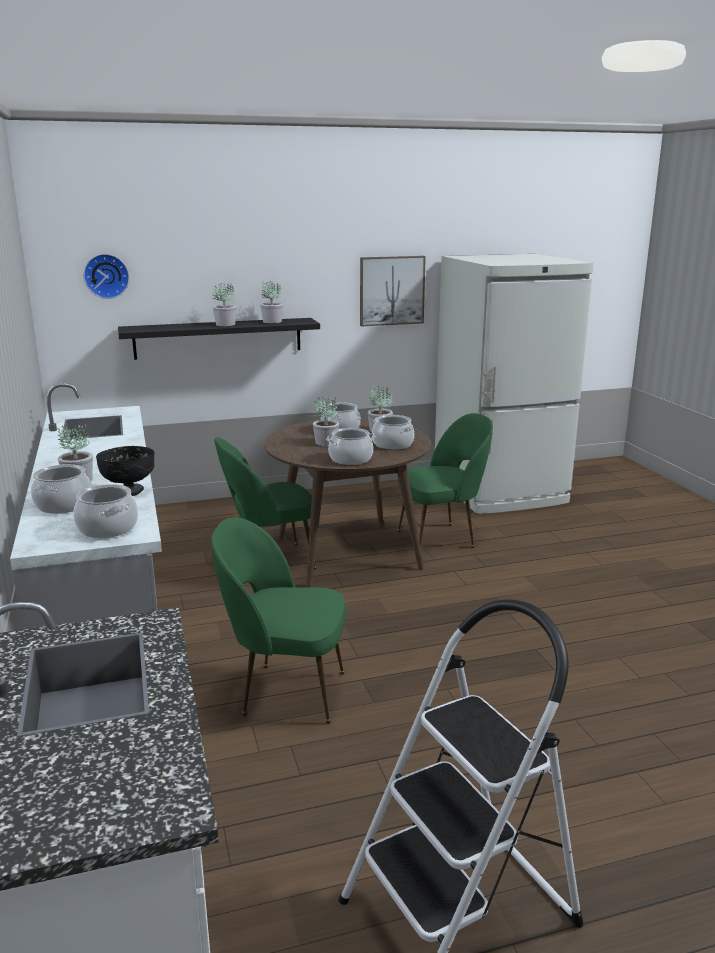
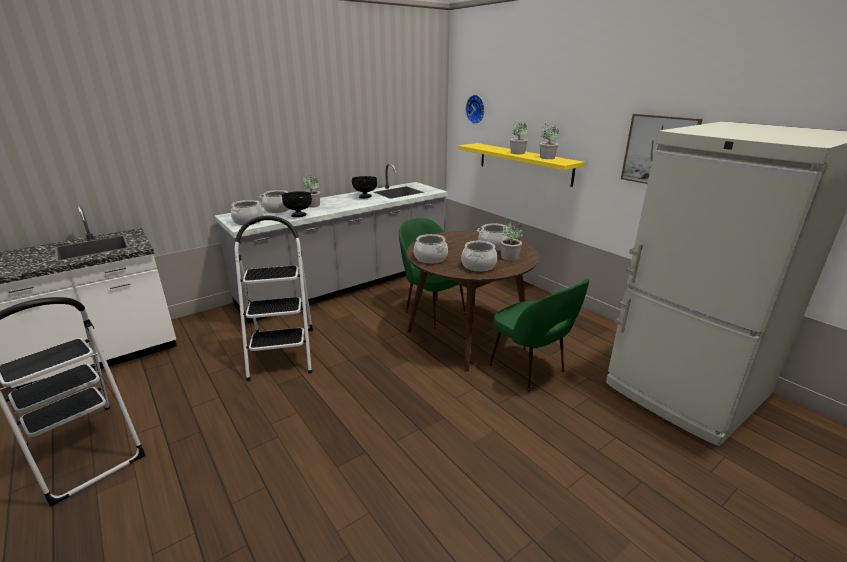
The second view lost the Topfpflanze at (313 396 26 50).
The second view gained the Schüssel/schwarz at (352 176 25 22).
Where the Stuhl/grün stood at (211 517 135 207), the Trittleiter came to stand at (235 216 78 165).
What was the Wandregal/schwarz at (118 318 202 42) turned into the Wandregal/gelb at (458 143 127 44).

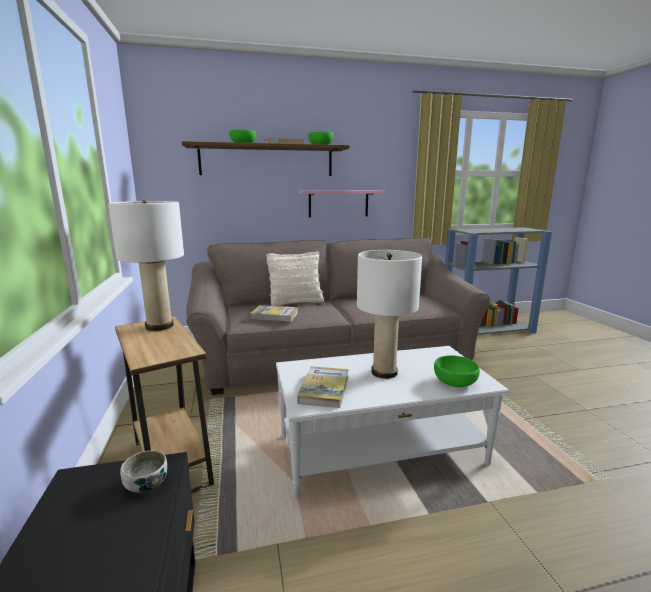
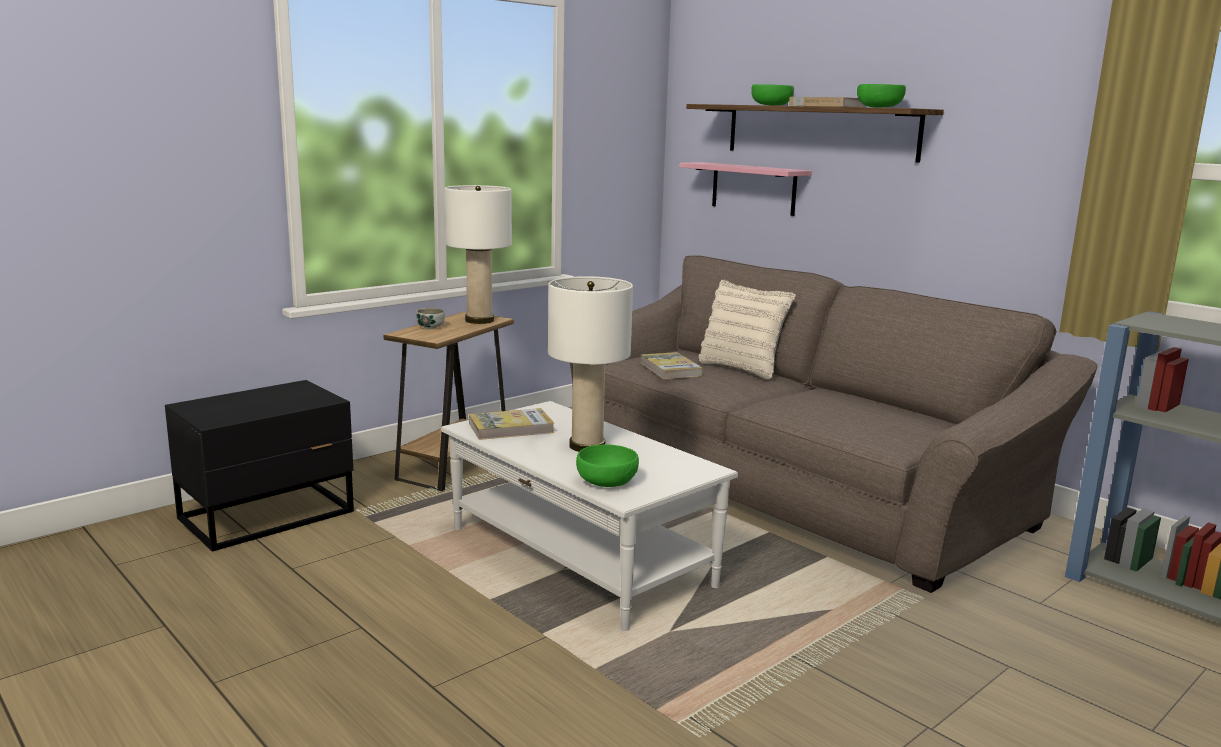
The Schüssel ended up elsewhere, having gone from (120 450 47 42) to (416 308 29 21).
The Wandregal/rosa ended up elsewhere, having gone from (299 191 86 26) to (679 162 133 54).

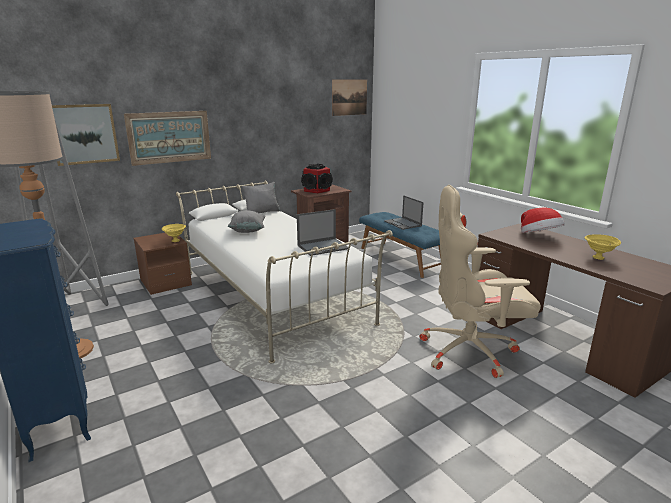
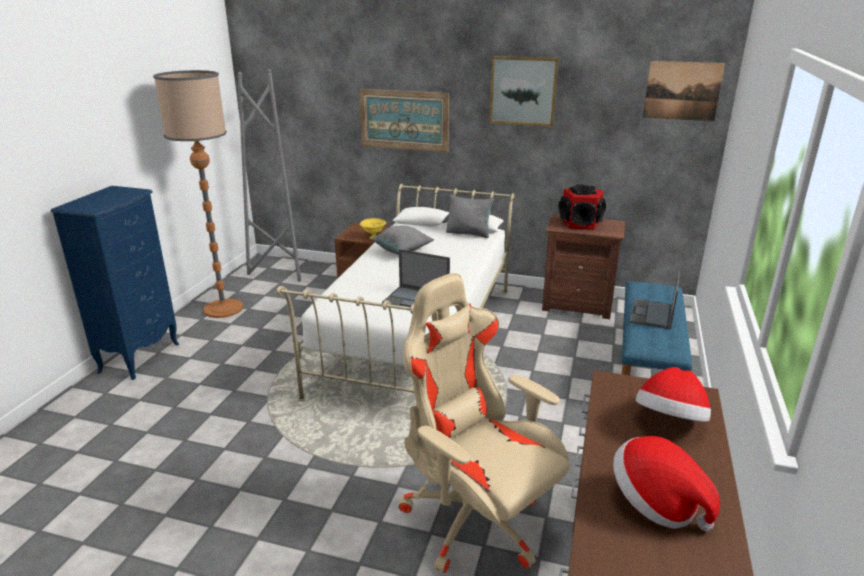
The Bild ended up elsewhere, having gone from (52 104 68 62) to (489 56 70 71).
Where the Schüssel/gelb stood at (585 234 36 26), the Hut came to stand at (613 436 107 95).

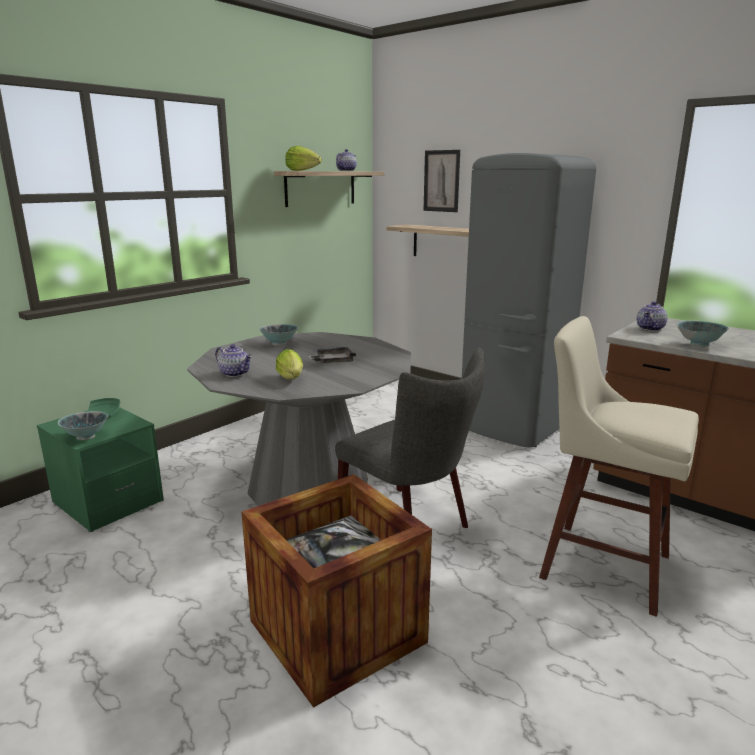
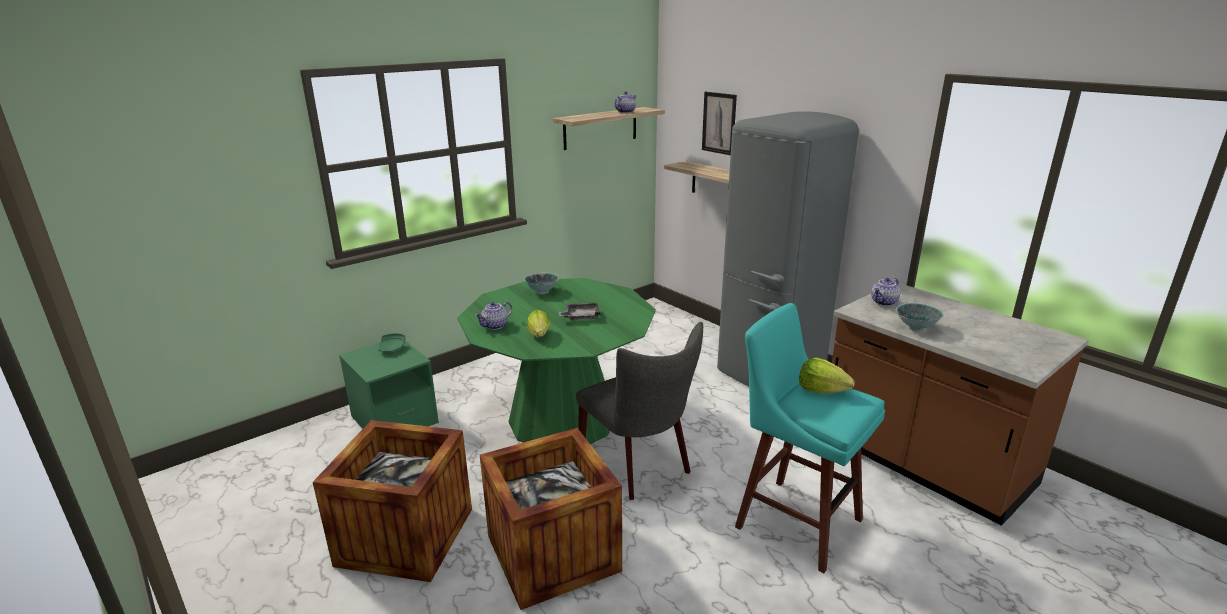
The second view lost the Schüssel at (58 411 50 29).
The second view gained the Kiste at (313 420 159 162).
The Salatkopf ended up elsewhere, having gone from (285 146 37 25) to (799 358 56 36).
What was the Esstisch/grau at (187 332 224 174) turned into the Esstisch/grün at (457 278 199 166).
What was the Hocker/beige at (539 316 160 301) turned into the Hocker/türkis at (735 303 150 270).
The Teekanne at (215 344 37 33) ended up facing another way, 90 degrees clockwise from before.

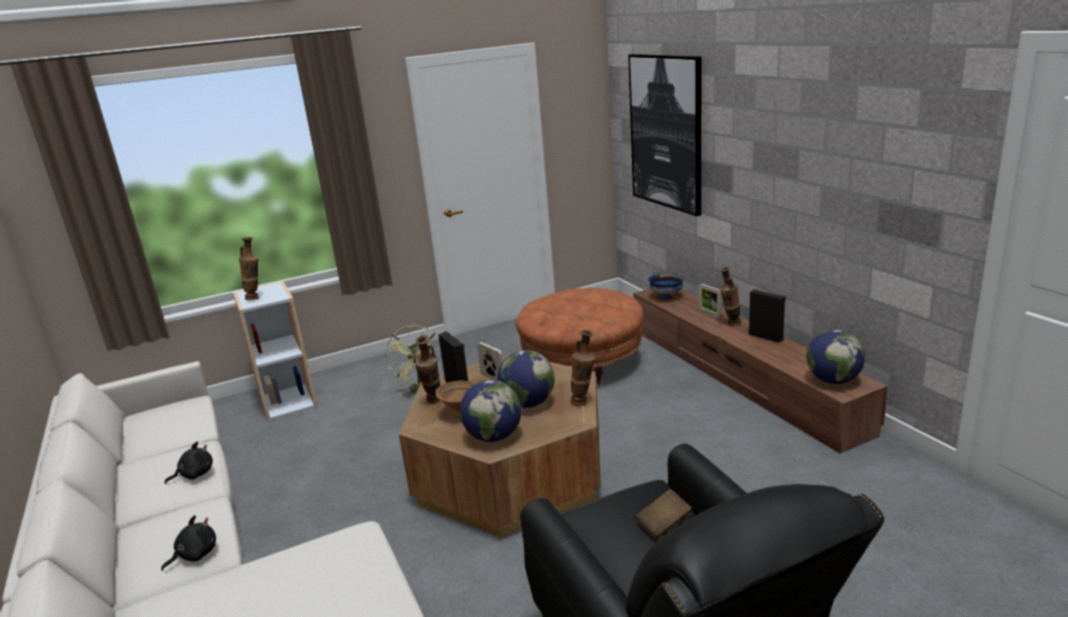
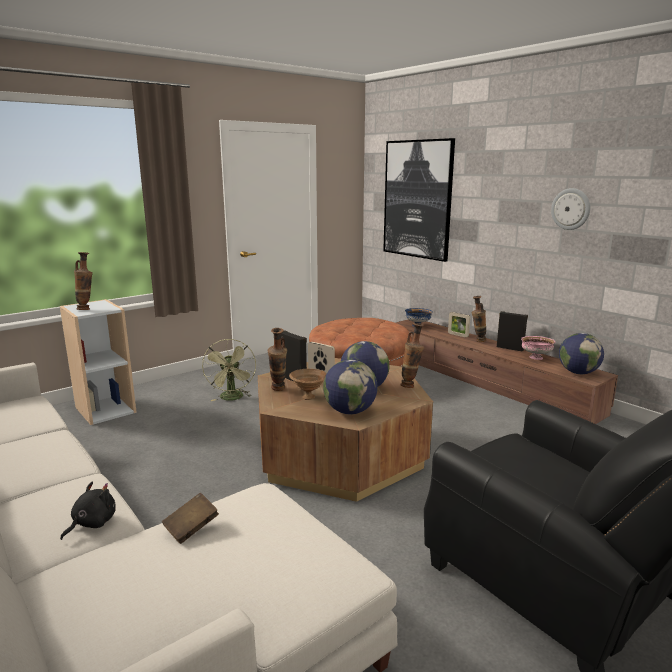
The second view lost the Plüschtier/schwarz at (165 441 48 43).
The second view gained the Schüssel/rosa at (521 336 34 24).
The second view gained the Wanduhr at (551 188 39 42).
The Buch/braun ended up elsewhere, having gone from (635 489 57 51) to (162 493 57 51).

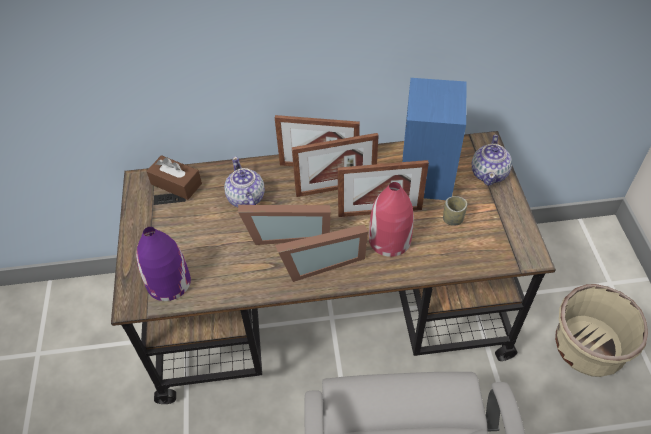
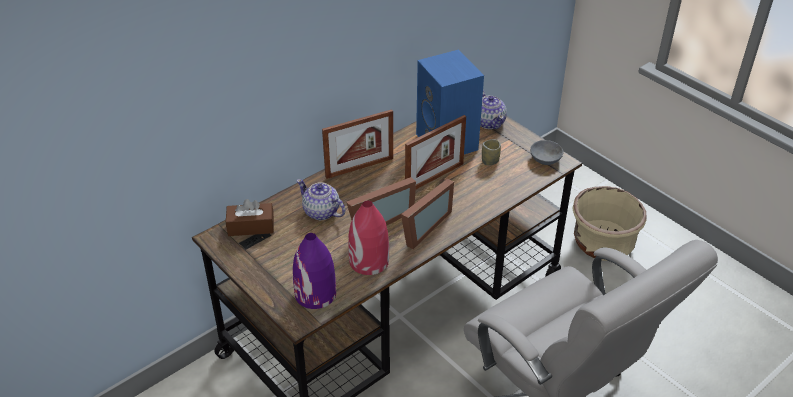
The second view lost the Bilderrahmen at (292 133 87 64).
The second view gained the Schüssel/grau at (530 140 33 25).
The Vase/rot ended up elsewhere, having gone from (369 182 45 75) to (348 201 41 74).

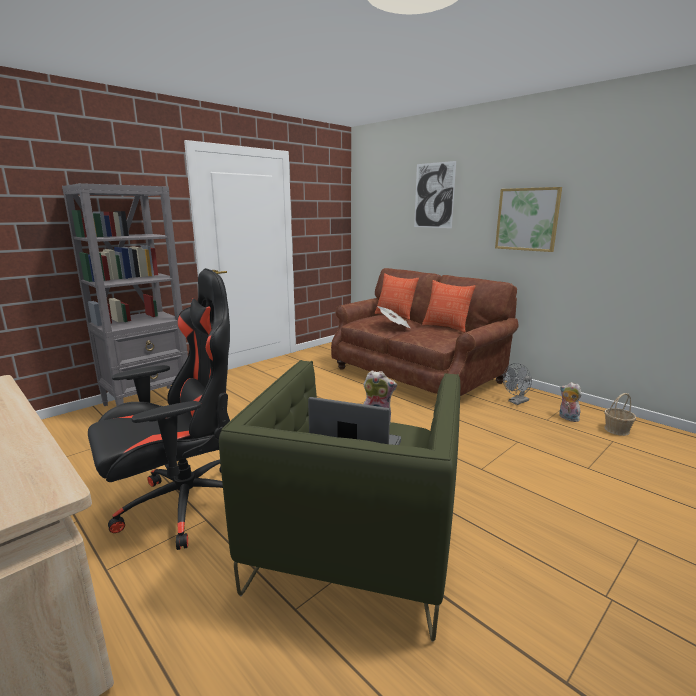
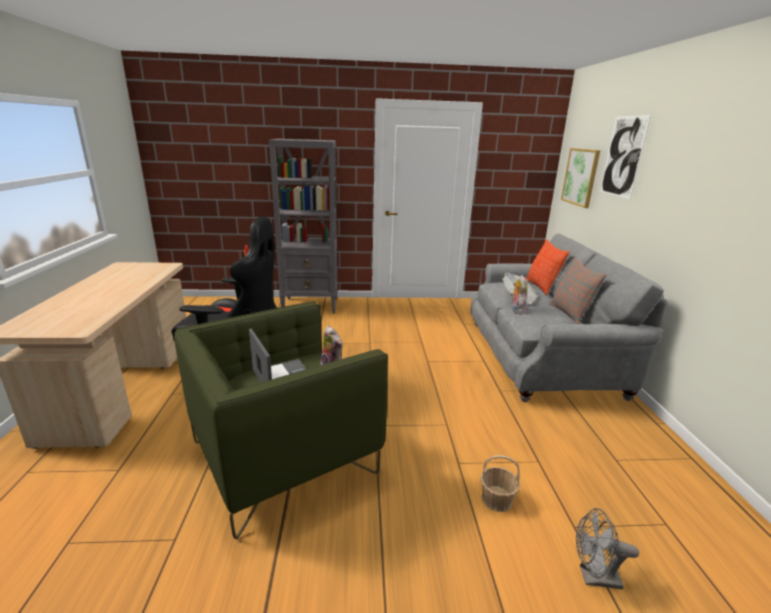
The Bild ended up elsewhere, having gone from (495 187 67 65) to (561 148 39 60).
The Ventilator/grau ended up elsewhere, having gone from (503 363 29 42) to (576 508 63 82).
The Plüschtier ended up elsewhere, having gone from (559 382 23 40) to (511 275 16 40).
The Korb ended up elsewhere, having gone from (605 393 31 43) to (481 455 39 57).
What was the Sofa/braun at (331 268 188 128) turned into the Sofa/grau at (470 233 198 169).
What was the Kissen/orange at (422 280 54 53) turned into the Kissen/grau at (549 258 57 66).

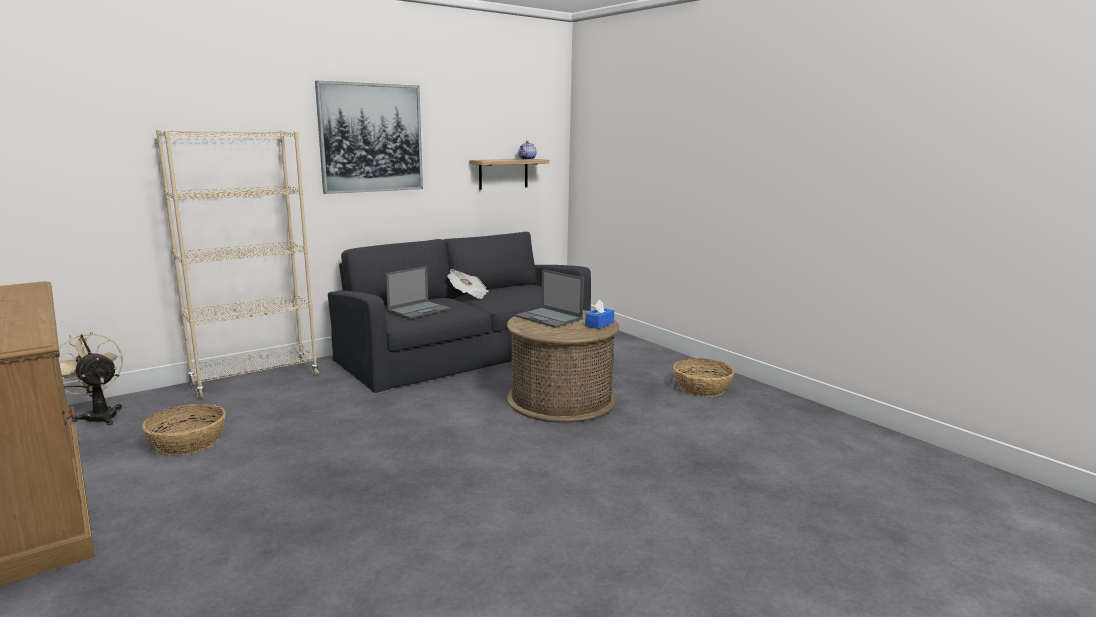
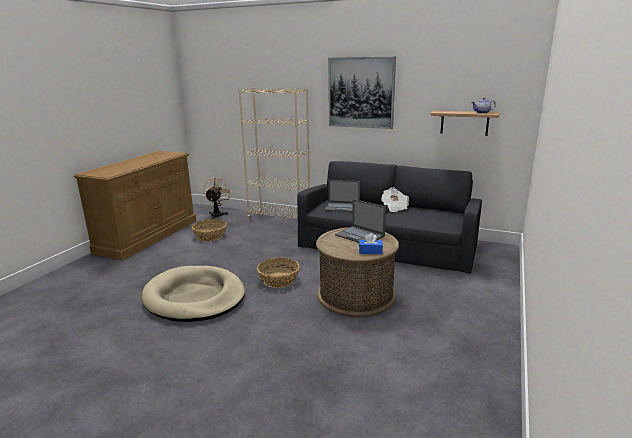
The second view gained the Hundebett/beige at (141 266 104 56).
The Korb ended up elsewhere, having gone from (673 358 62 39) to (257 257 42 31).
The Laptop at (515 269 69 59) ended up facing another way, 60 degrees counterclockwise from before.

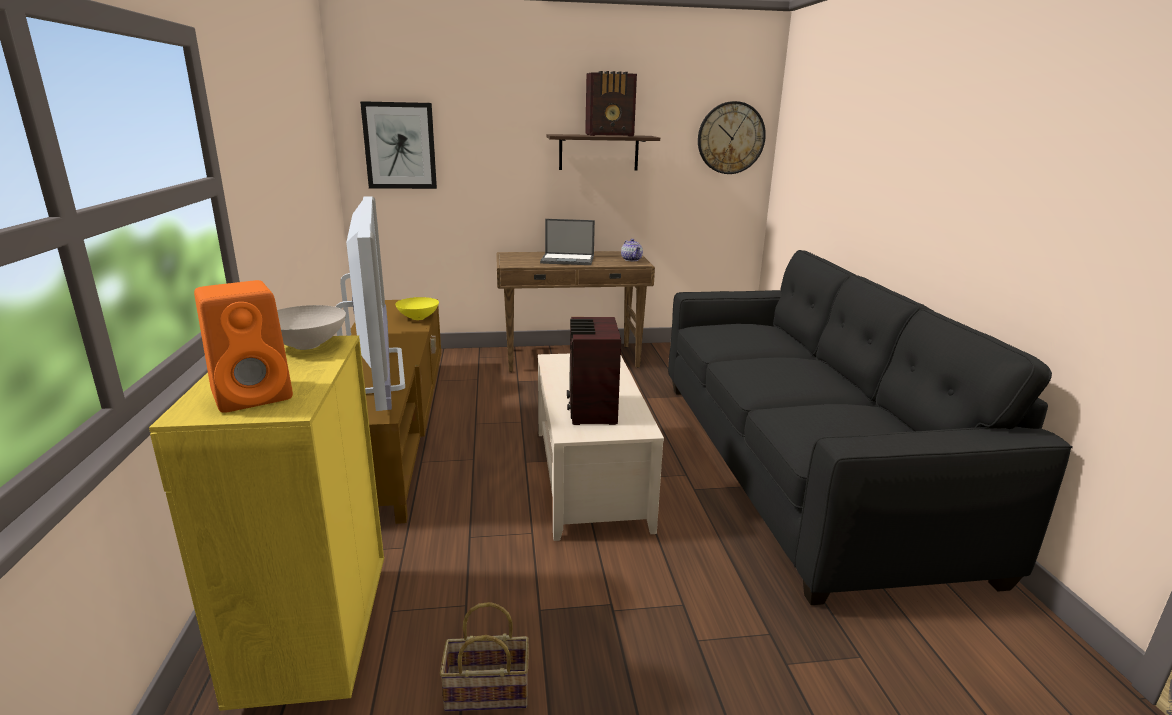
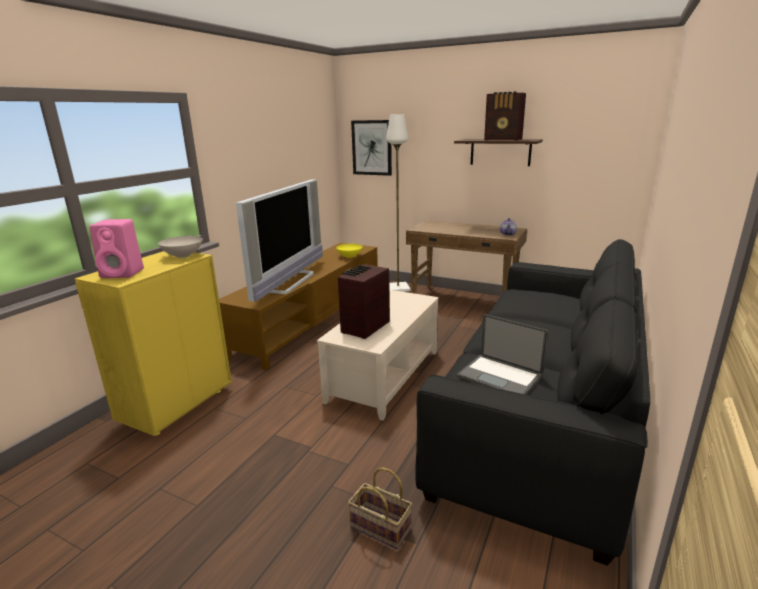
The second view lost the Wanduhr at (698 101 68 73).
The second view gained the Stehlampe/weiß at (386 114 24 178).
The Korb ended up elsewhere, having gone from (440 602 89 109) to (348 467 64 82).
The Laptop ended up elsewhere, having gone from (540 219 55 46) to (457 314 91 80).
What was the Lautsprecher/orange at (194 280 99 133) turned into the Lautsprecher/rosa at (89 219 55 59).

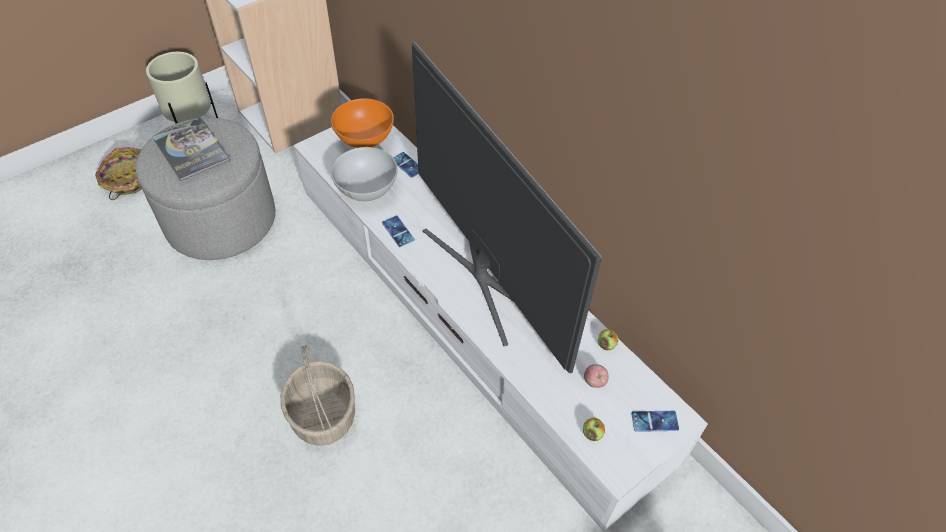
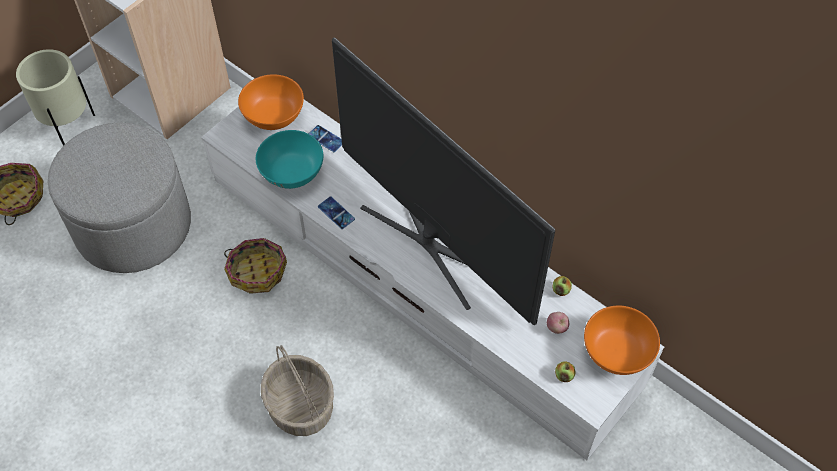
The second view lost the Buch at (152 118 79 63).
The second view gained the Korb at (224 238 63 56).
Where the Handy stood at (631 411 48 21), the Schüssel/orange came to stand at (584 306 76 69).
What was the Schüssel/weiß at (331 147 67 54) turned into the Schüssel/türkis at (256 130 67 59).

